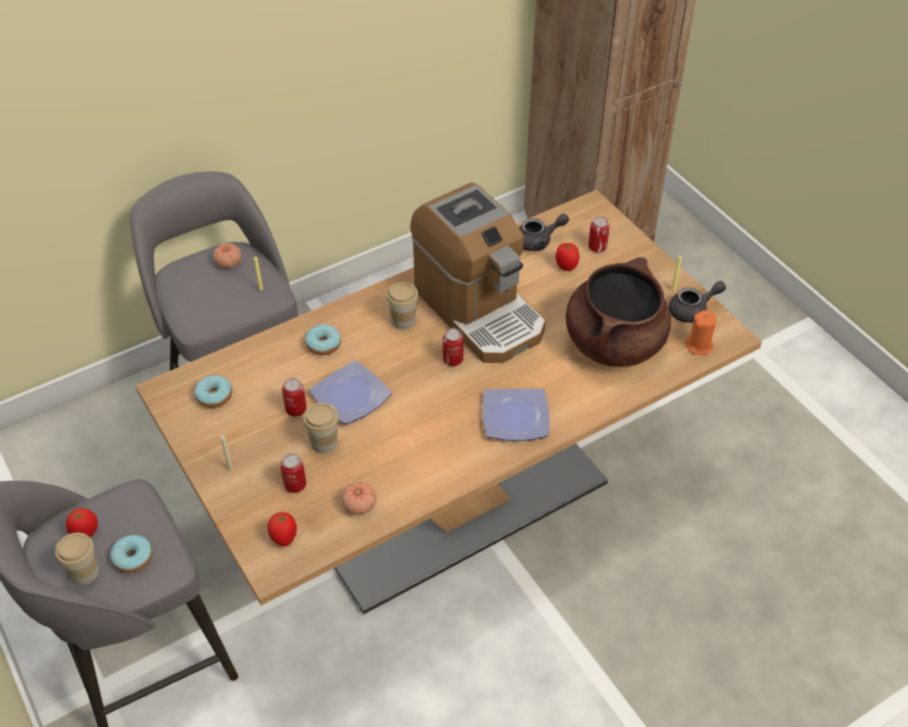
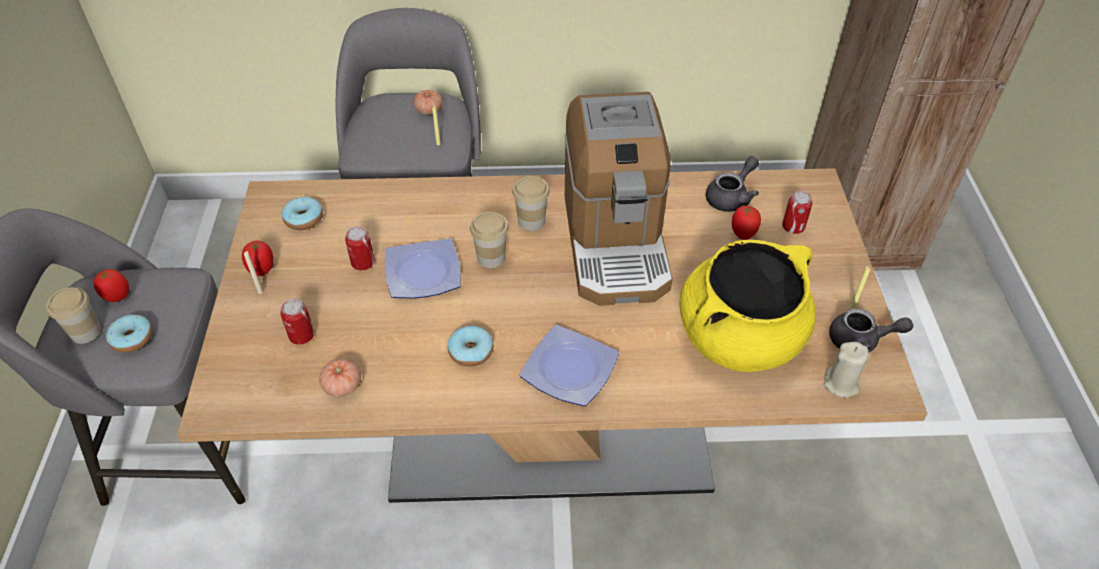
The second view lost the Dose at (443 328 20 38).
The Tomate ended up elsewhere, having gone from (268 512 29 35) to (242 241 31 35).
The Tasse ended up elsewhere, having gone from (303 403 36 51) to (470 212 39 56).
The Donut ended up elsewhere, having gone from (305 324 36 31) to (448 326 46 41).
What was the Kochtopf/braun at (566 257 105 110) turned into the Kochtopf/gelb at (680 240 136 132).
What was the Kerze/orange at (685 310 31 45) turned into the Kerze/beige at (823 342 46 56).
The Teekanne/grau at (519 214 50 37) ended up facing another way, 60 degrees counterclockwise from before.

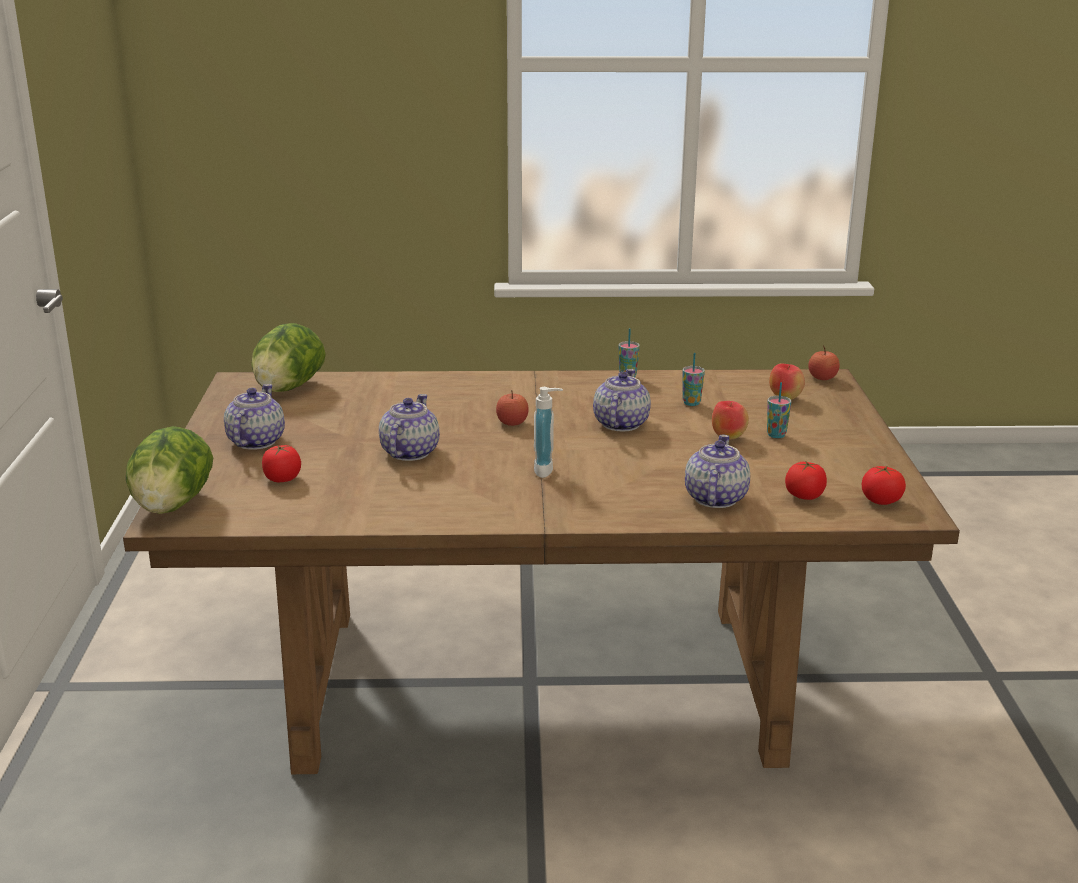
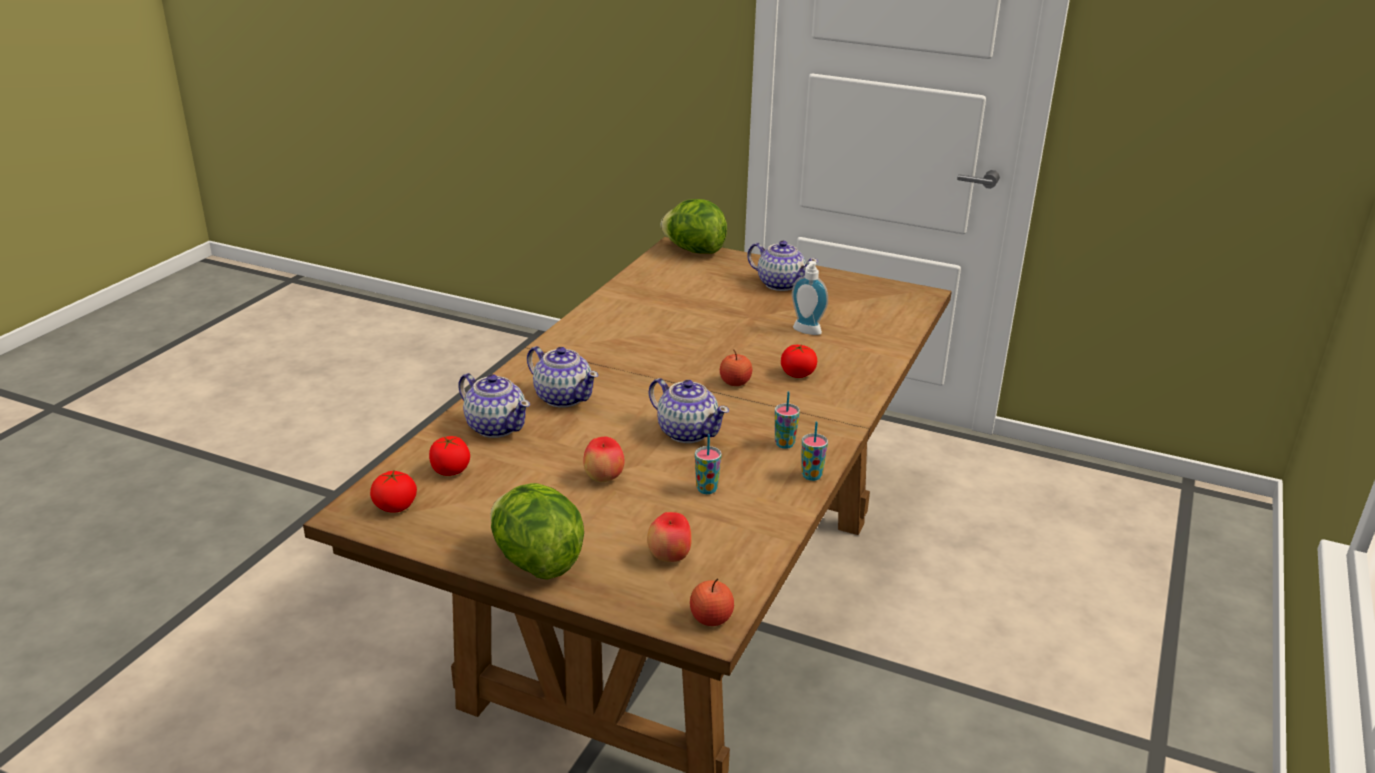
The Salatkopf ended up elsewhere, having gone from (251 323 75 69) to (490 483 94 97).
The Tomate ended up elsewhere, having gone from (262 445 39 37) to (781 345 36 33).
The Teekanne ended up elsewhere, having gone from (379 394 61 67) to (527 346 72 62).
The Seifenspender ended up elsewhere, having gone from (534 387 29 91) to (792 261 36 74).
The Tasse ended up elsewhere, having gone from (767 382 24 56) to (775 391 25 58).

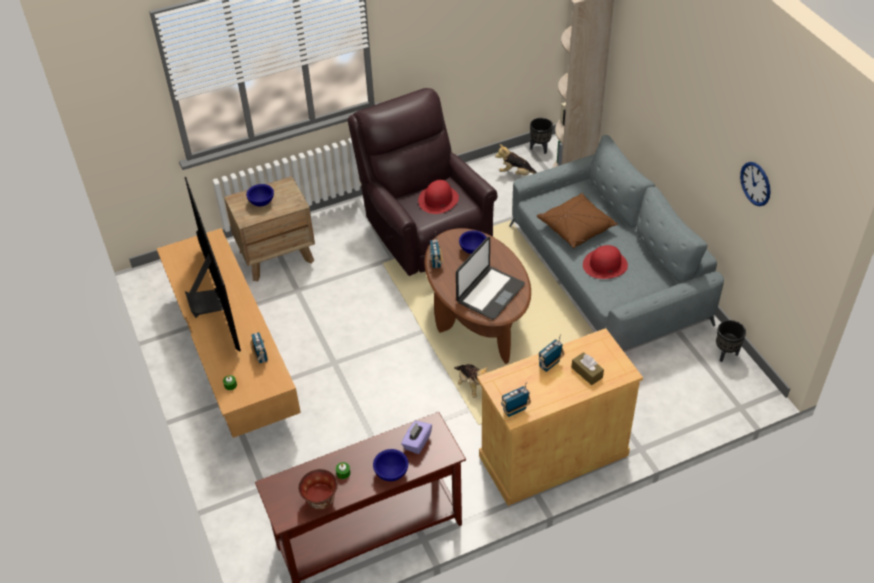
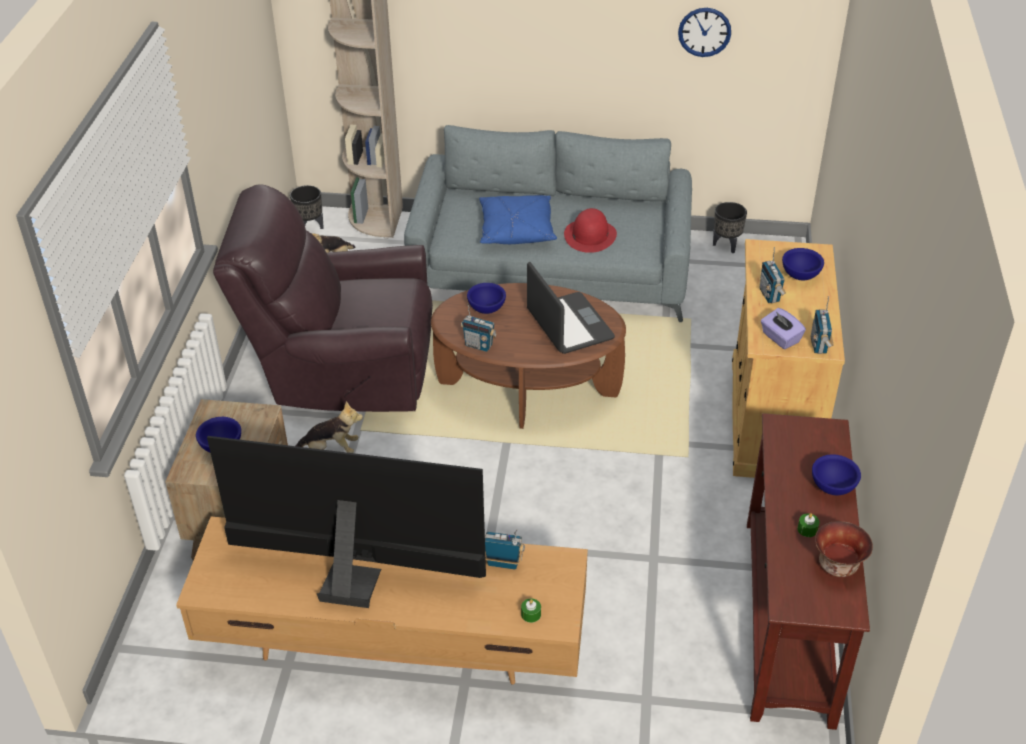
The second view lost the Hut/rot at (418 180 41 34).
The Taschentuchbox/lila ended up elsewhere, having gone from (401 421 31 33) to (761 308 45 41).
The Plüschtier ended up elsewhere, having gone from (454 364 34 34) to (296 401 67 52).
Where the Taschentuchbox/braun stood at (571 352 33 33), the Schüssel/blau came to stand at (782 248 42 32).
What was the Kissen/braun at (537 193 81 55) turned into the Kissen/blau at (479 195 78 49).

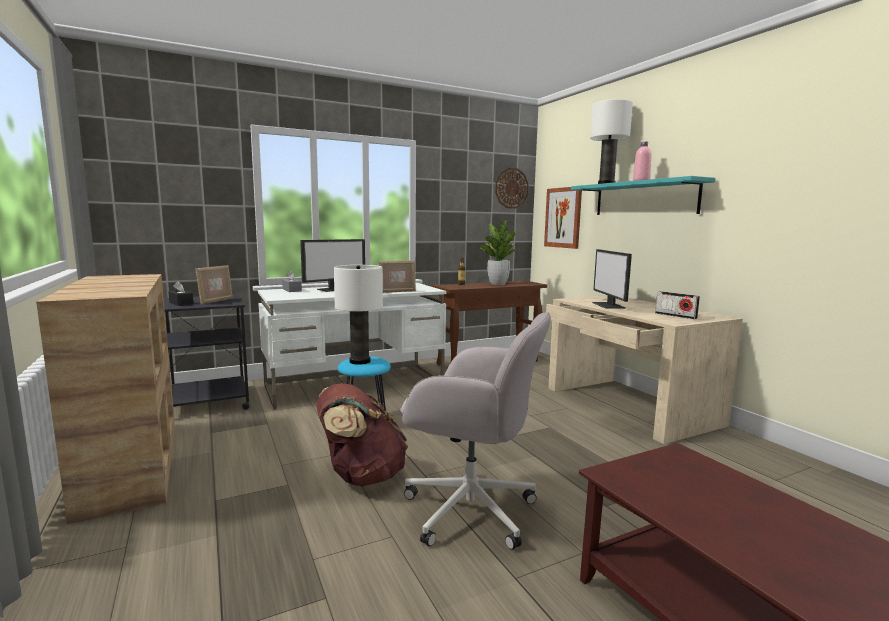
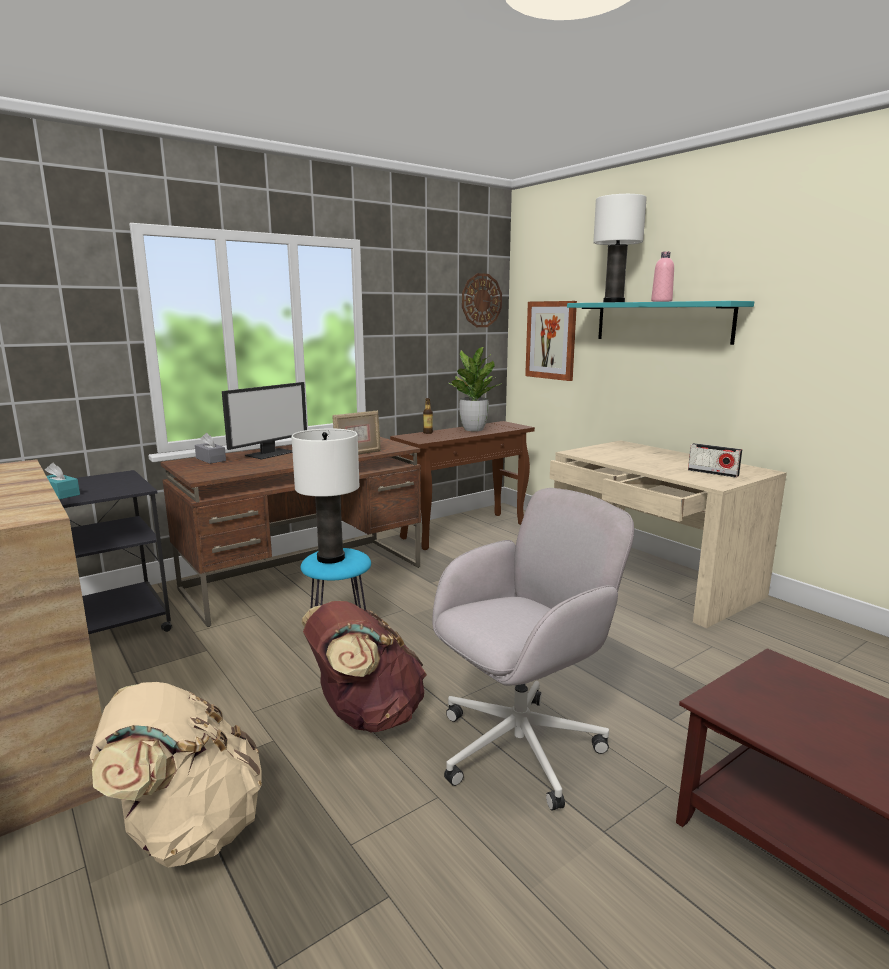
The second view lost the Bilderrahmen at (195 265 38 40).
The second view lost the Monitor at (592 249 40 60).
The second view gained the Rucksack/beige at (90 682 172 186).
What was the Taschentuchbox/schwarz at (168 281 25 25) turned into the Taschentuchbox/türkis at (44 463 36 37).
What was the Schreibtisch/weiß at (258 283 188 126) turned into the Schreibtisch/braun at (160 437 261 190).
The Bürostuhl/grau at (400 313 151 237) ended up facing another way, 45 degrees counterclockwise from before.

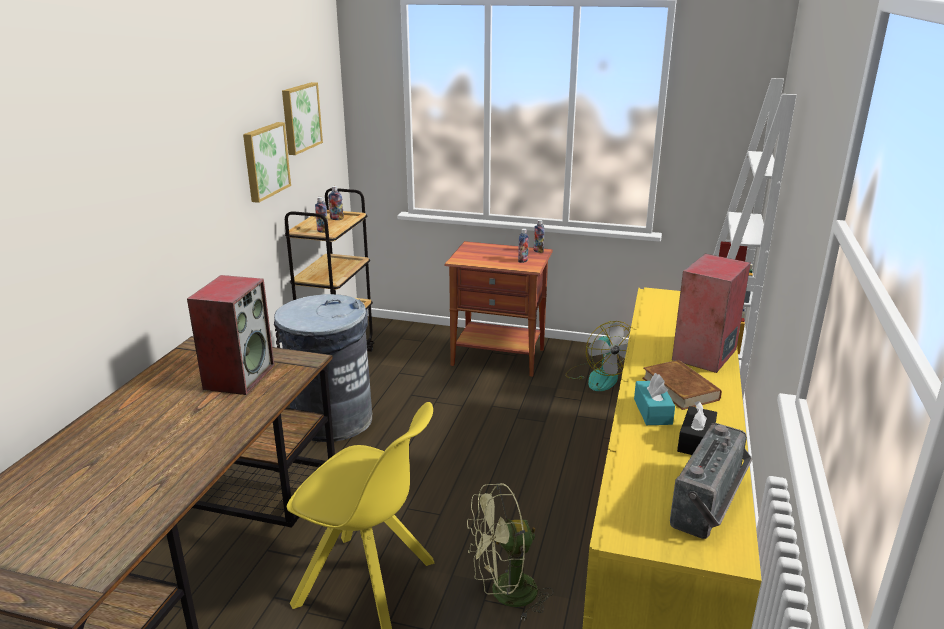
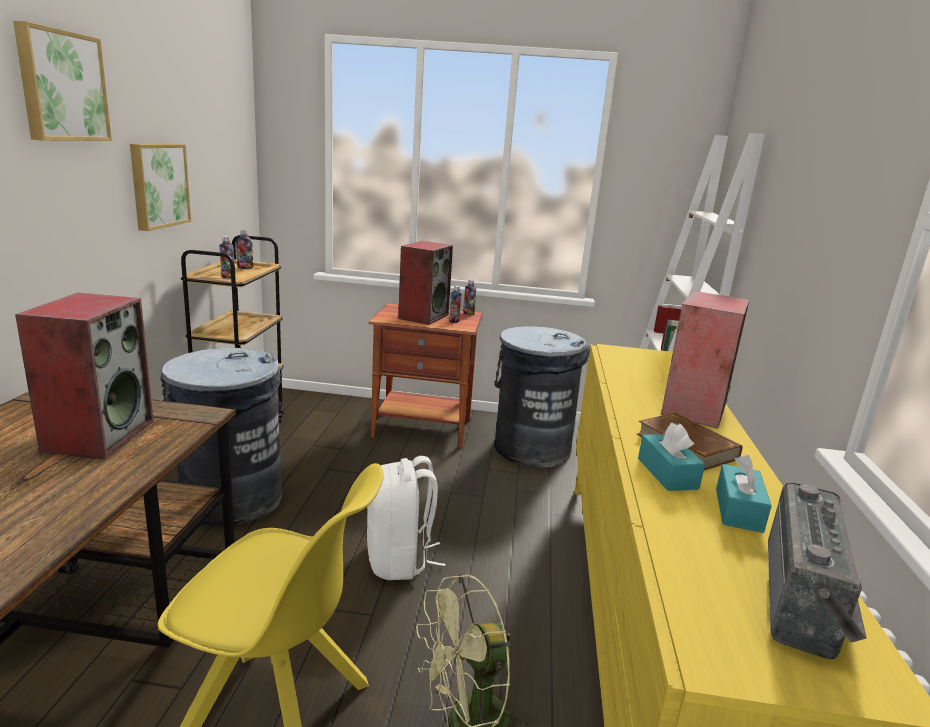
The second view gained the Rucksack/weiß at (367 456 78 124).
The second view gained the Lautsprecher at (398 241 55 84).
The Bild ended up elsewhere, having gone from (282 82 41 73) to (13 21 99 120).
Where the Ventilator stood at (565 321 66 70), the Mülleimer/grau came to stand at (494 326 96 142).
What was the Taschentuchbox/schwarz at (677 401 40 54) turned into the Taschentuchbox/türkis at (716 455 56 78).

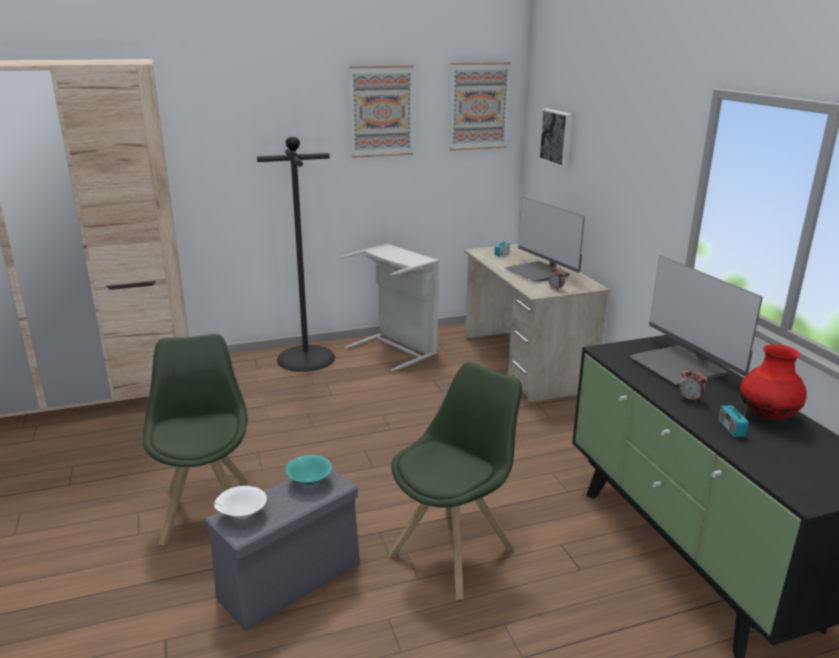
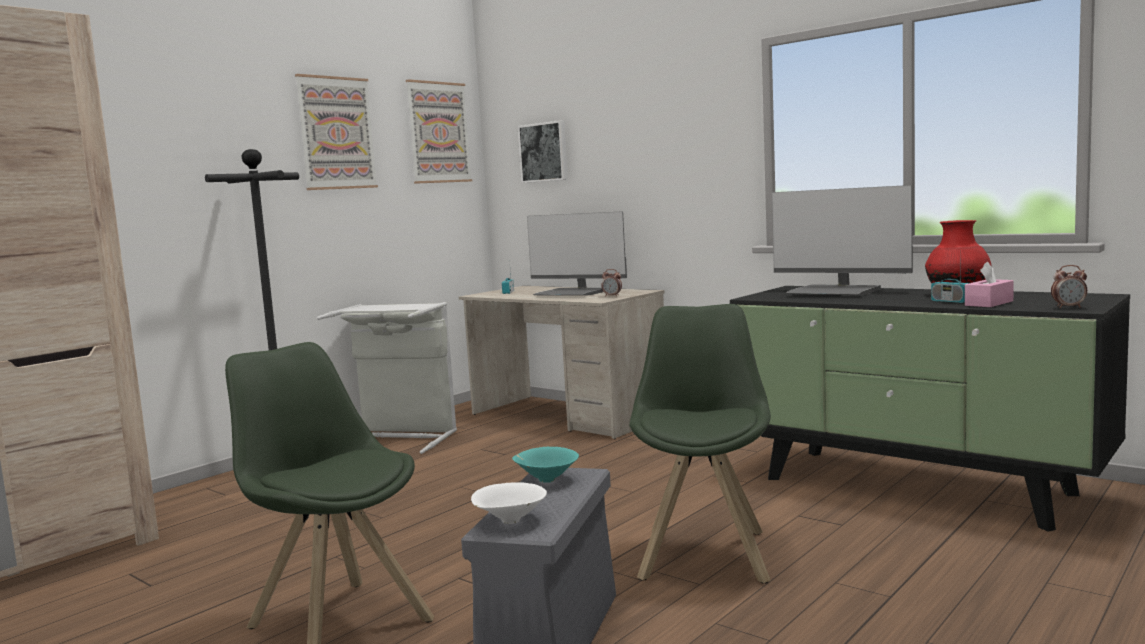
The second view gained the Taschentuchbox/rosa at (965 261 49 46).
The Wecker ended up elsewhere, having gone from (678 367 29 36) to (1051 265 36 43).

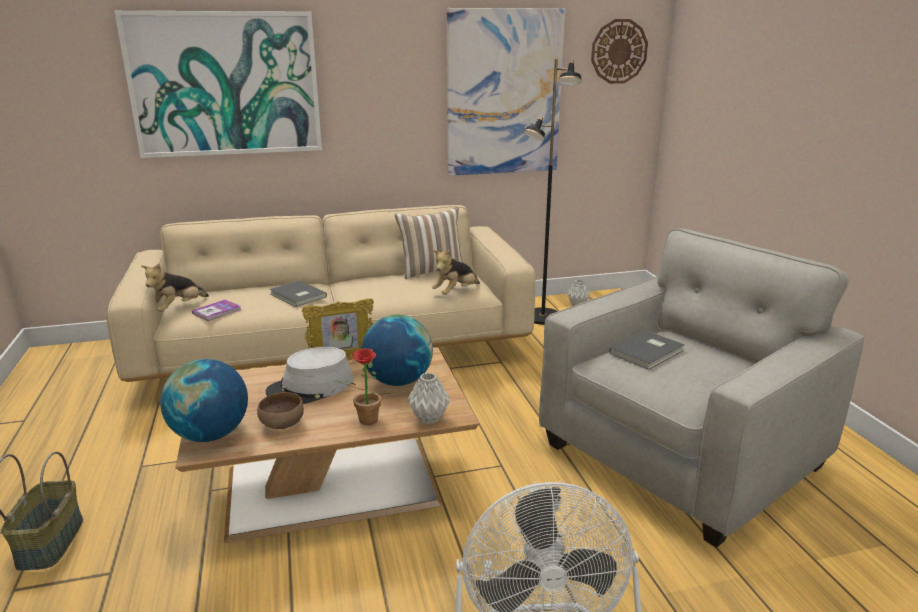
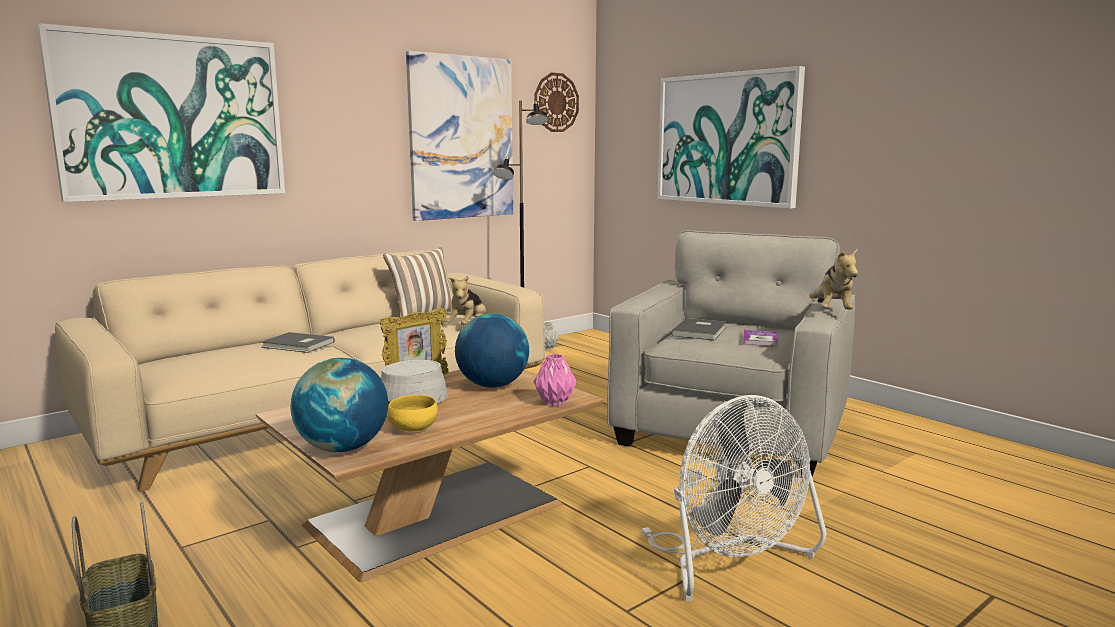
The second view lost the Topfpflanze at (333 348 58 77).
The second view gained the Bild at (657 66 148 143).
The Plüschtier ended up elsewhere, having gone from (141 264 68 48) to (809 248 49 62).
The Buch ended up elsewhere, having gone from (192 300 49 21) to (743 330 35 17).
What was the Schüssel/braun at (257 392 47 37) turned into the Schüssel/gelb at (387 395 51 36).
What was the Vase/grau at (407 373 43 51) turned into the Vase/rosa at (534 354 42 52).

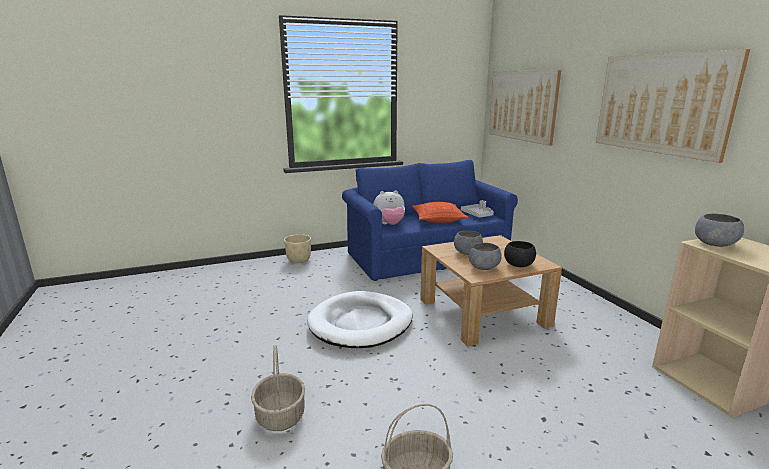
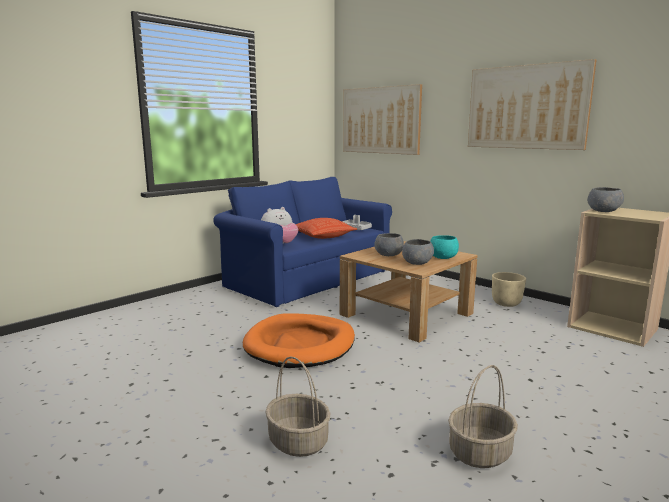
The Pflanzkübel/beige ended up elsewhere, having gone from (284 234 27 29) to (492 272 34 35).
What was the Hundebett/weiß at (307 291 106 57) turned into the Hundebett/orange at (243 313 112 55).
What was the Schüssel/schwarz at (504 241 32 26) turned into the Schüssel/türkis at (430 235 29 24).

